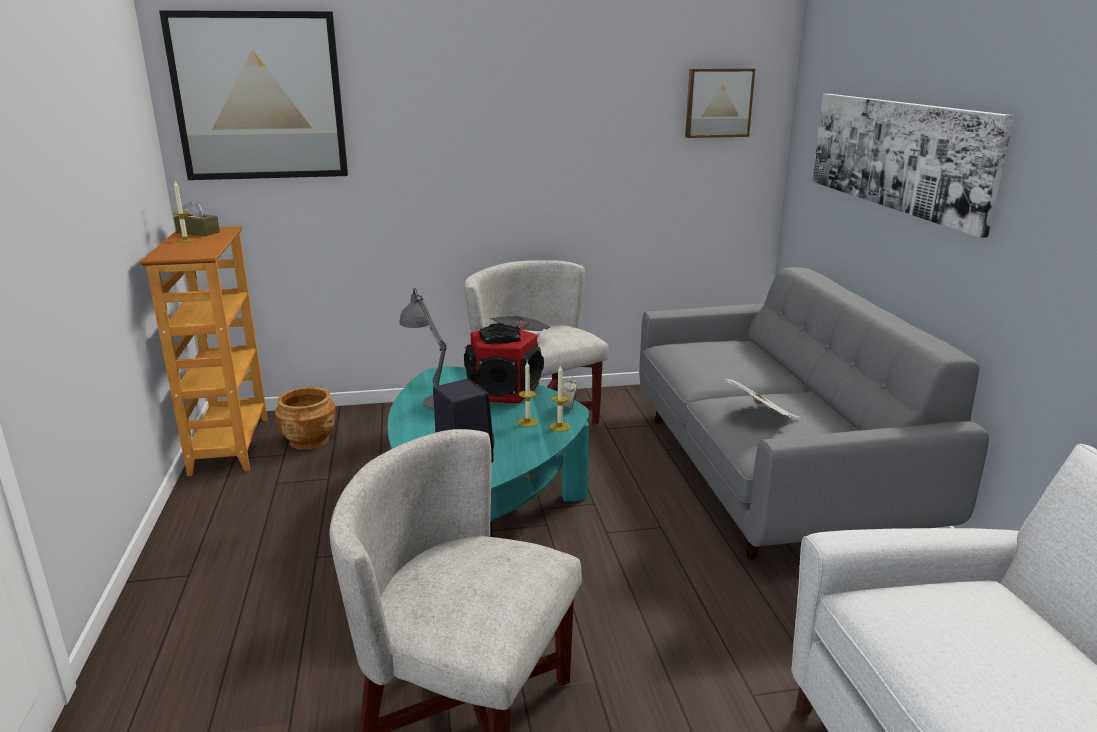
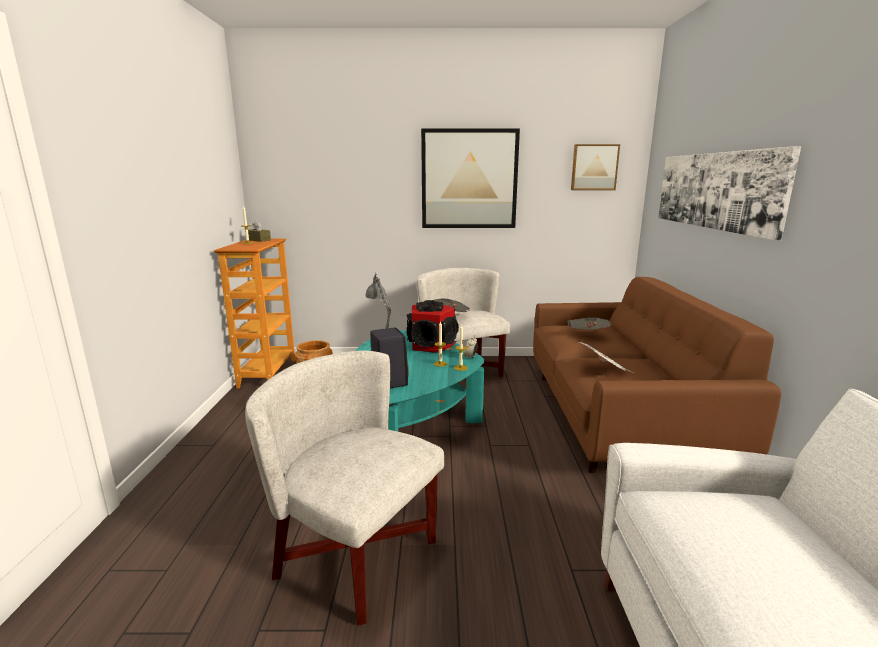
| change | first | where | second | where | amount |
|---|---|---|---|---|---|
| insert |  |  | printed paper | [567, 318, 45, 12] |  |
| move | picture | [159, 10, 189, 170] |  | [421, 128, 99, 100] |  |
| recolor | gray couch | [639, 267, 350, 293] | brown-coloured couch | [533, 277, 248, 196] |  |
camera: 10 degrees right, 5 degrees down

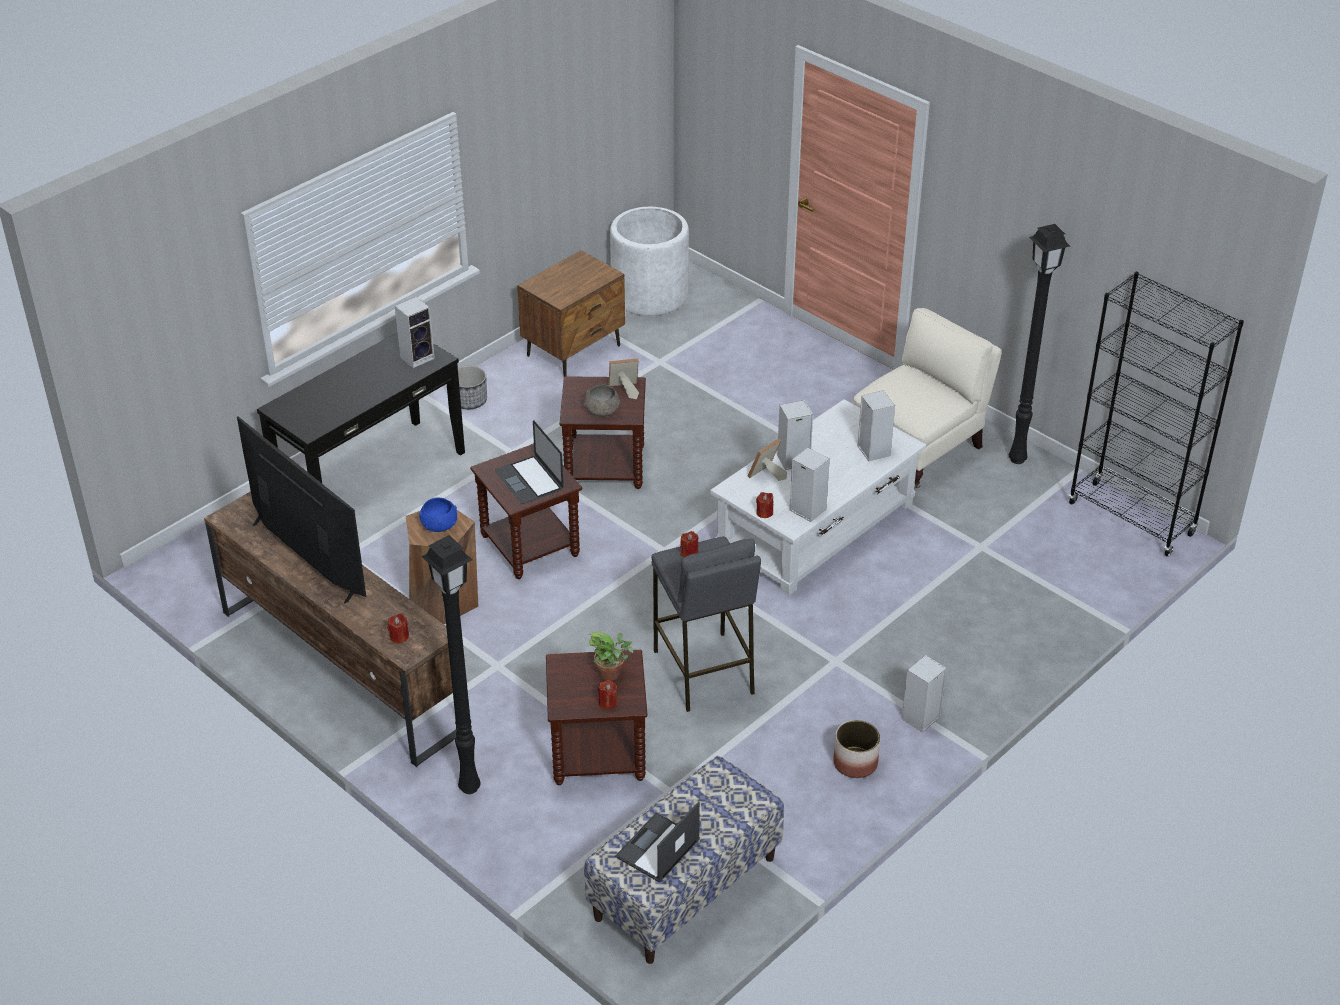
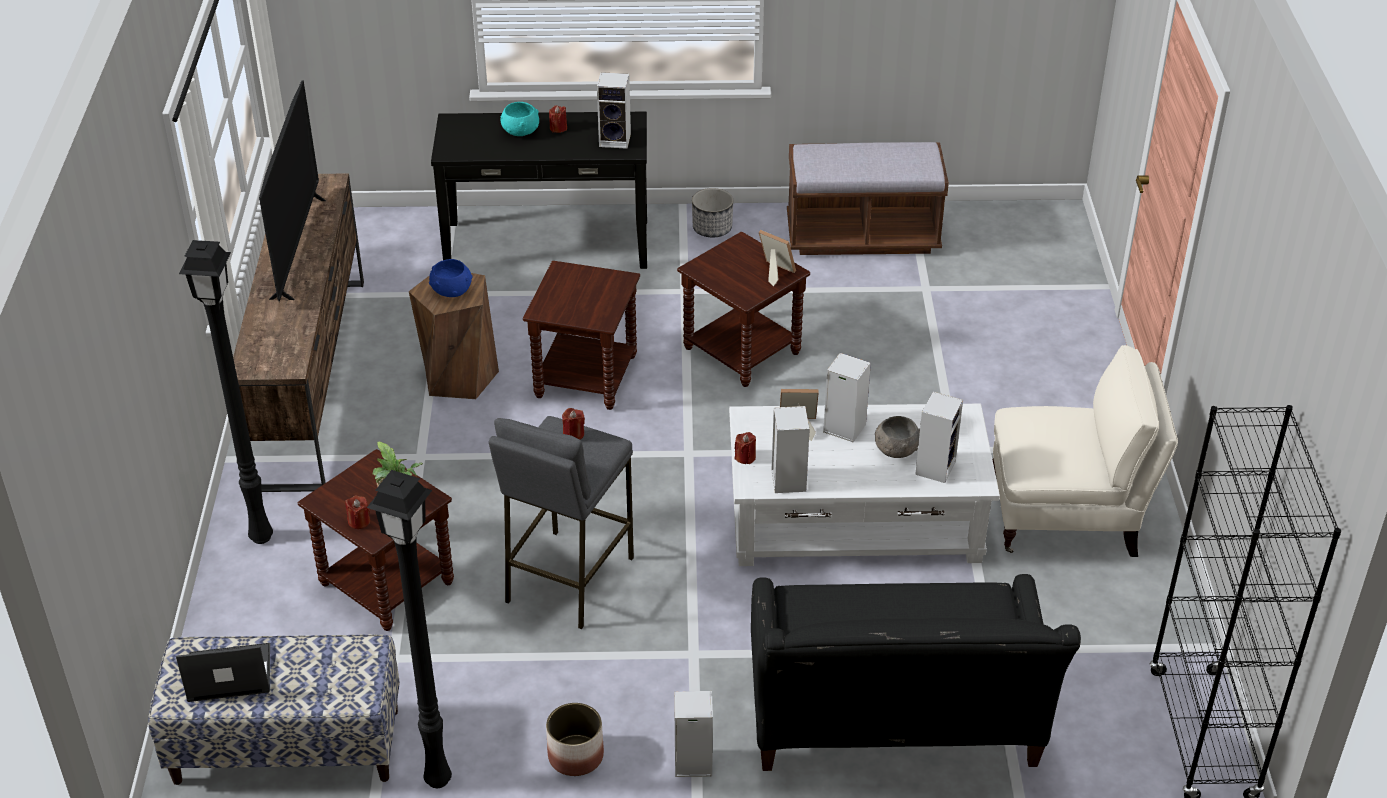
| change | first | where | second | where | amount |
|---|---|---|---|---|---|
| delete | notebook computer | [495, 420, 69, 84] |  |  |  |
| delete | white-coloured flower pot | [610, 207, 79, 109] |  |  |  |
| insert |  |  | blue-green bowl | [500, 102, 39, 34] |  |
| insert |  |  | black-coloured couch | [751, 574, 330, 197] |  |
| move | red-coloured candle | [387, 613, 22, 31] |  | [549, 106, 18, 27] |  |
| move | gray bowl | [584, 384, 36, 33] |  | [875, 416, 45, 42] |  |
| move | black-coloured standing lamp | [1009, 224, 61, 240] |  | [367, 470, 85, 318] |  |
| replace | brown-coloured nightstand | [517, 250, 108, 127] | brown-coloured bench | [787, 142, 162, 113] |  |
camera: 45 degrees right, 0 degrees up

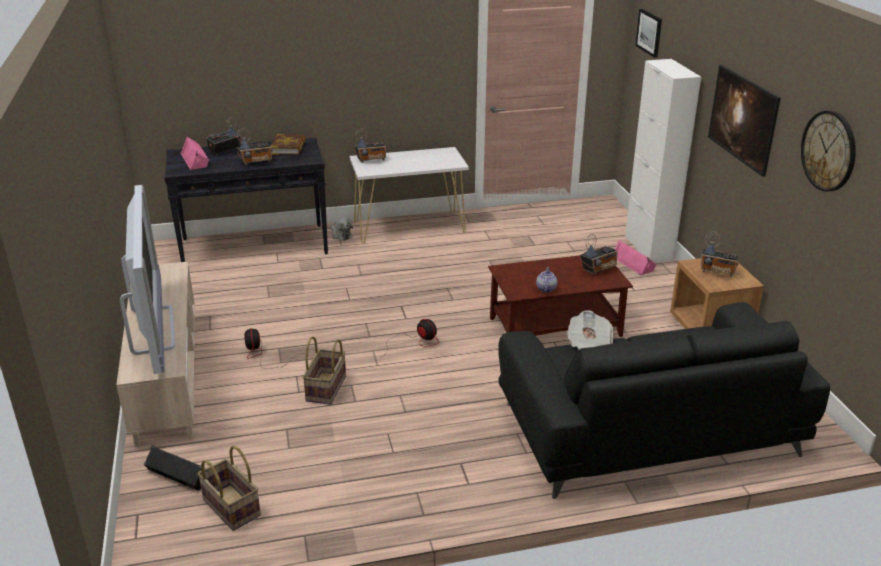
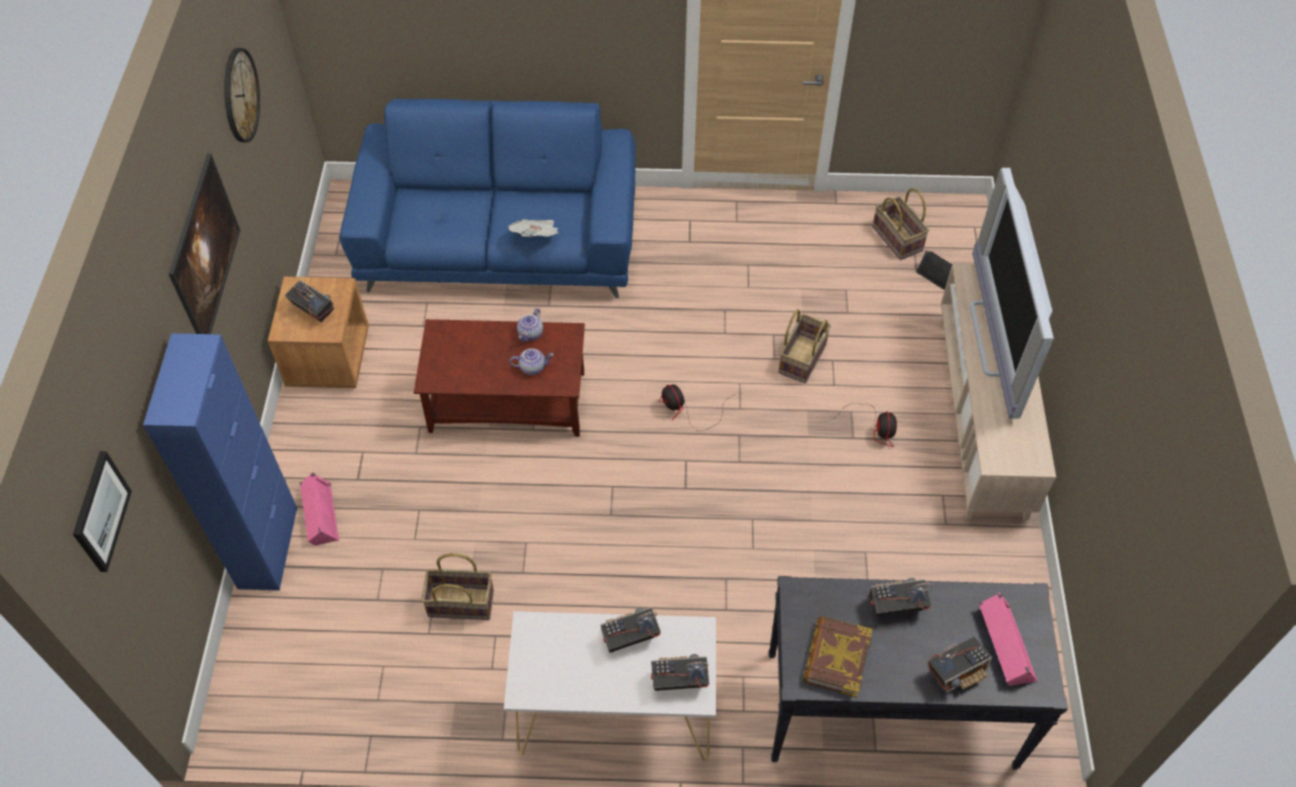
| change | first | where | second | where | amount |
|---|---|---|---|---|---|
| delete | plush toy | [331, 217, 22, 24] |  |  |  |
| insert |  |  | household basket | [421, 553, 73, 67] |  |
| insert |  |  | tea pot | [510, 349, 44, 26] |  |
| move | radio | [580, 234, 38, 41] |  | [600, 607, 61, 46] |  |
| recolor | black-coloured couch | [498, 302, 332, 197] | bluish couch | [340, 99, 296, 199] |  |
| recolor | white-coloured cabinet | [625, 59, 76, 204] | bluish cabinet | [143, 333, 155, 257] |  |
camera: 165 degrees left, 25 degrees up

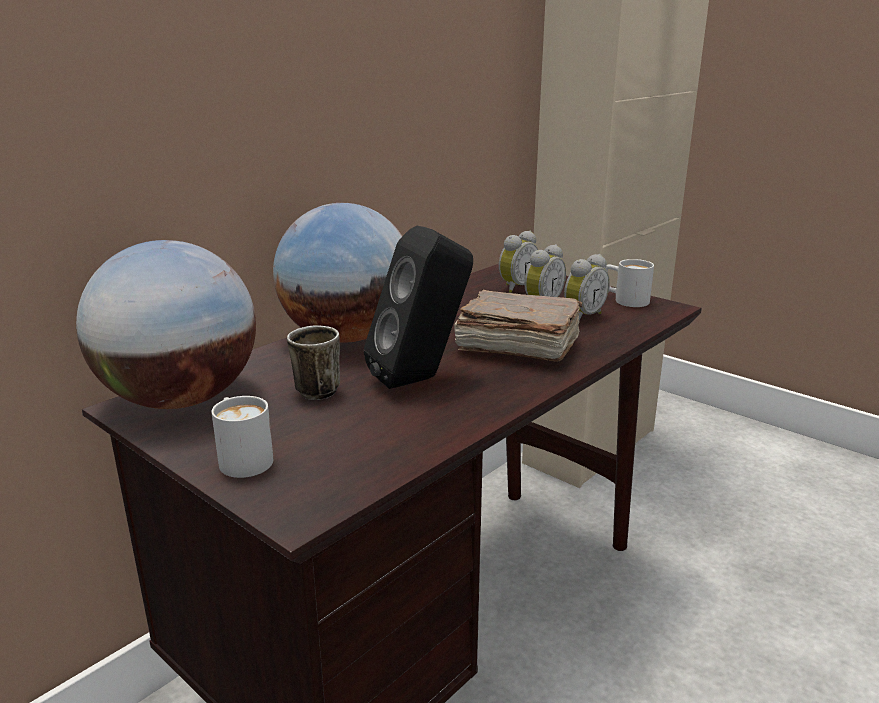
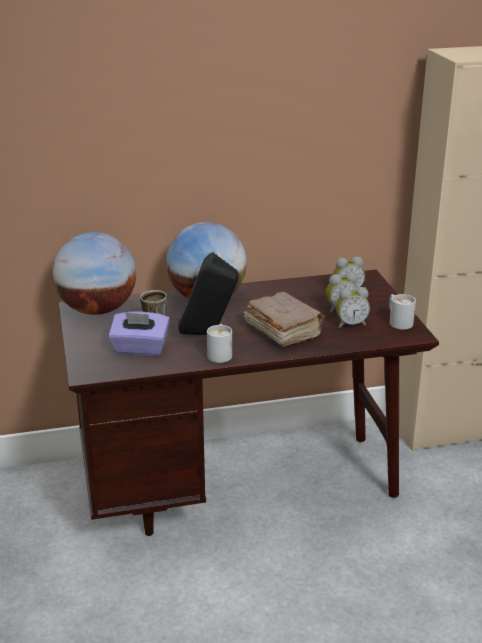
| change | first | where | second | where | amount |
|---|---|---|---|---|---|
| insert |  |  | purple tissue holder | [109, 312, 61, 44] |  |
| move | white-coloured mug | [211, 396, 62, 82] |  | [207, 324, 25, 39] |  |
camera: 35 degrees right, 5 degrees up

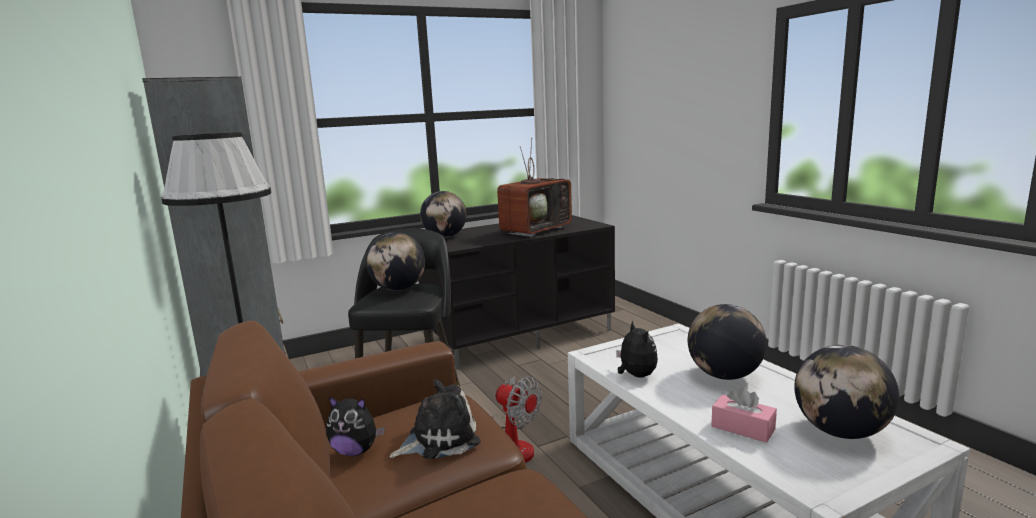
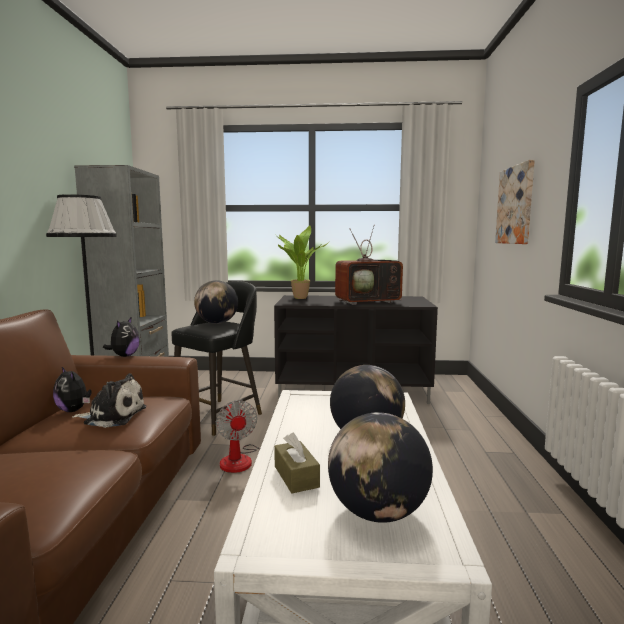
| change | first | where | second | where | amount |
|---|---|---|---|---|---|
| insert |  |  | picture | [495, 160, 40, 84] |  |
| move | plush toy | [616, 320, 42, 58] |  | [103, 318, 37, 39] |  |
| replace | globe | [420, 191, 47, 47] | potted plant | [276, 225, 54, 74] |  |
| recolor | pinkish tissue holder | [711, 387, 66, 56] | brown-coloured tissue holder | [274, 433, 46, 60] |  |
camera: 30 degrees right, 5 degrees down

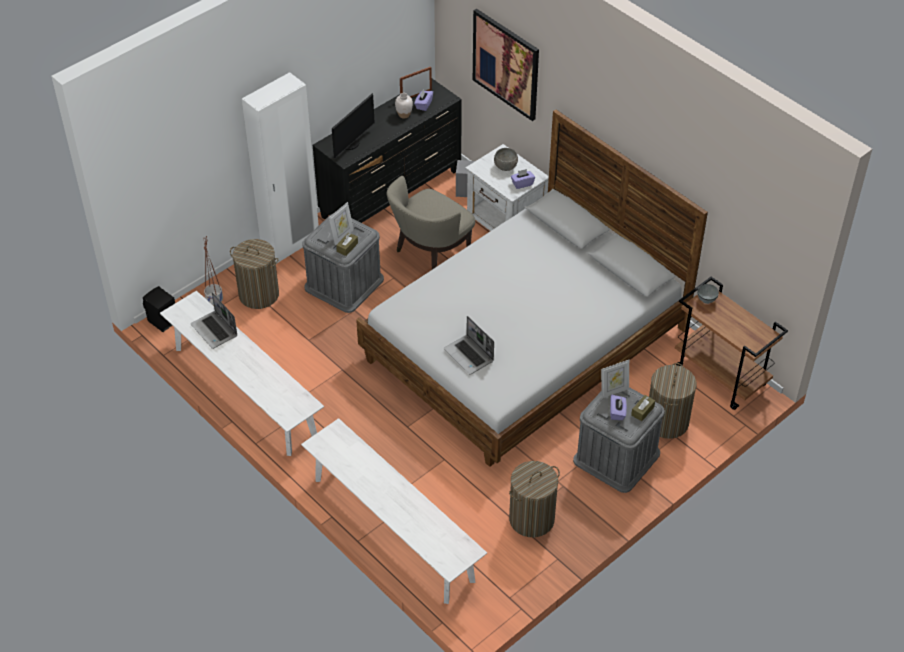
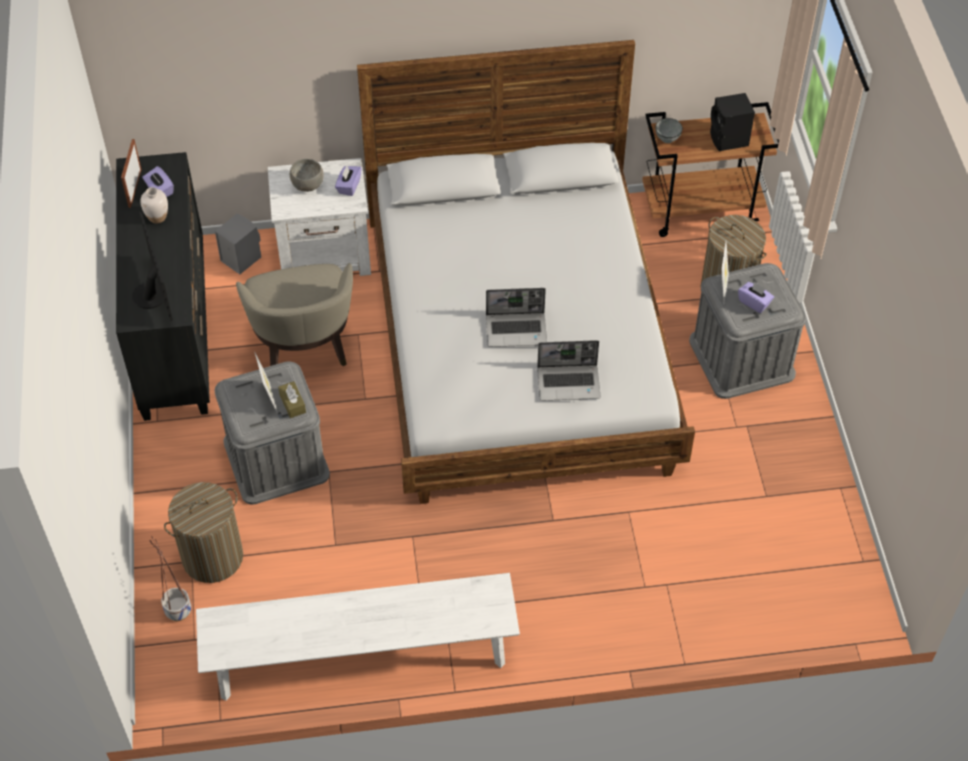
| change | first | where | second | where | amount |
|---|---|---|---|---|---|
| delete | white-coloured armoire | [242, 72, 77, 192] |  |  |  |
| delete | white-coloured bench | [301, 418, 186, 186] |  |  |  |
| delete | picture | [473, 9, 66, 112] |  |  |  |
| delete | hamper | [509, 461, 51, 76] |  |  |  |
| delete | brown-coloured tissue holder | [631, 395, 24, 26] |  |  |  |
| move | black-coloured loudspeaker | [143, 286, 32, 46] |  | [710, 93, 45, 58] |  |
| move | notebook computer | [191, 292, 46, 57] |  | [486, 288, 61, 59] |  |
camera: 55 degrees left, 5 degrees up

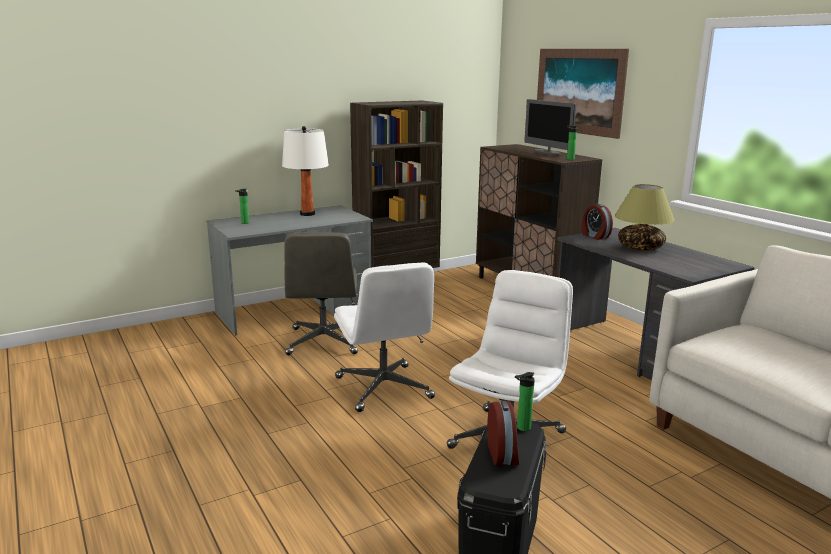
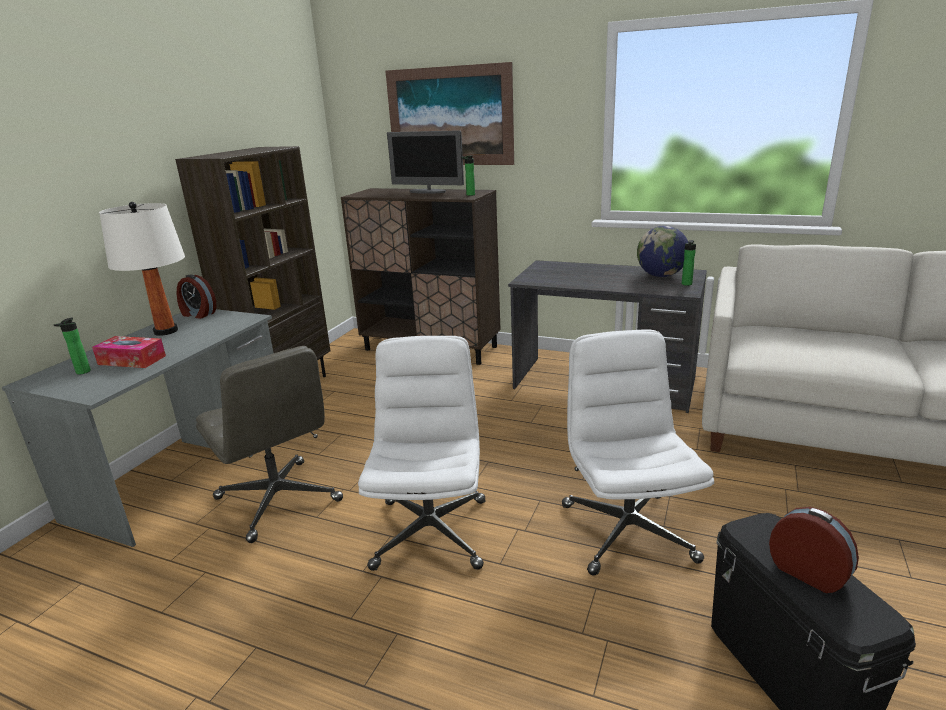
| change | first | where | second | where | amount |
|---|---|---|---|---|---|
| delete | table lamp | [615, 184, 60, 66] |  |  |  |
| insert |  |  | tissue holder | [92, 336, 74, 32] |  |
| insert |  |  | globe | [637, 226, 51, 51] |  |
| move | bottle | [515, 372, 20, 59] |  | [682, 240, 14, 46] |  |
| move | table clock | [582, 204, 31, 36] |  | [177, 275, 39, 44] |  |
| rotate | white-coloured office chair | [334, 262, 101, 150] |  | [358, 336, 127, 235] | 120 degrees counterclockwise |
camera: 35 degrees left, 5 degrees up

